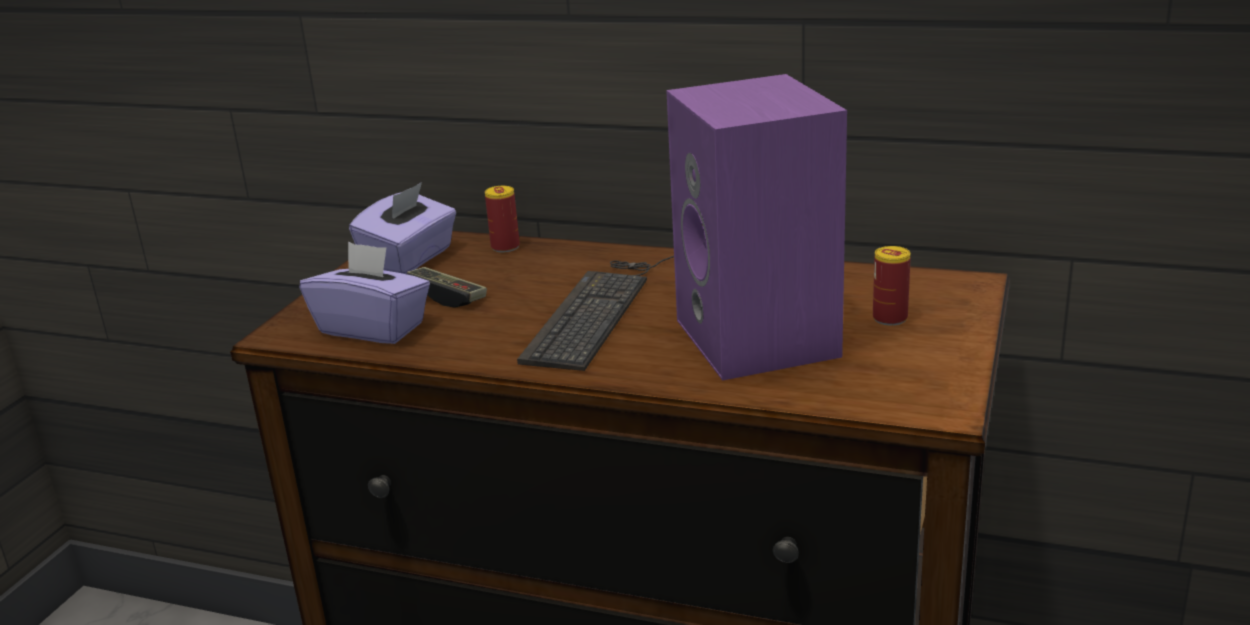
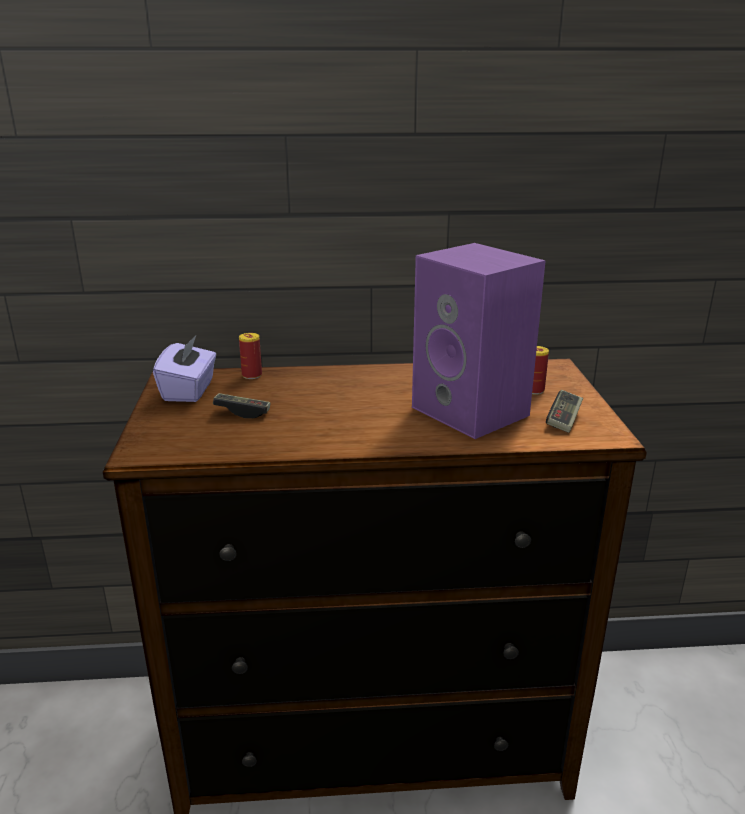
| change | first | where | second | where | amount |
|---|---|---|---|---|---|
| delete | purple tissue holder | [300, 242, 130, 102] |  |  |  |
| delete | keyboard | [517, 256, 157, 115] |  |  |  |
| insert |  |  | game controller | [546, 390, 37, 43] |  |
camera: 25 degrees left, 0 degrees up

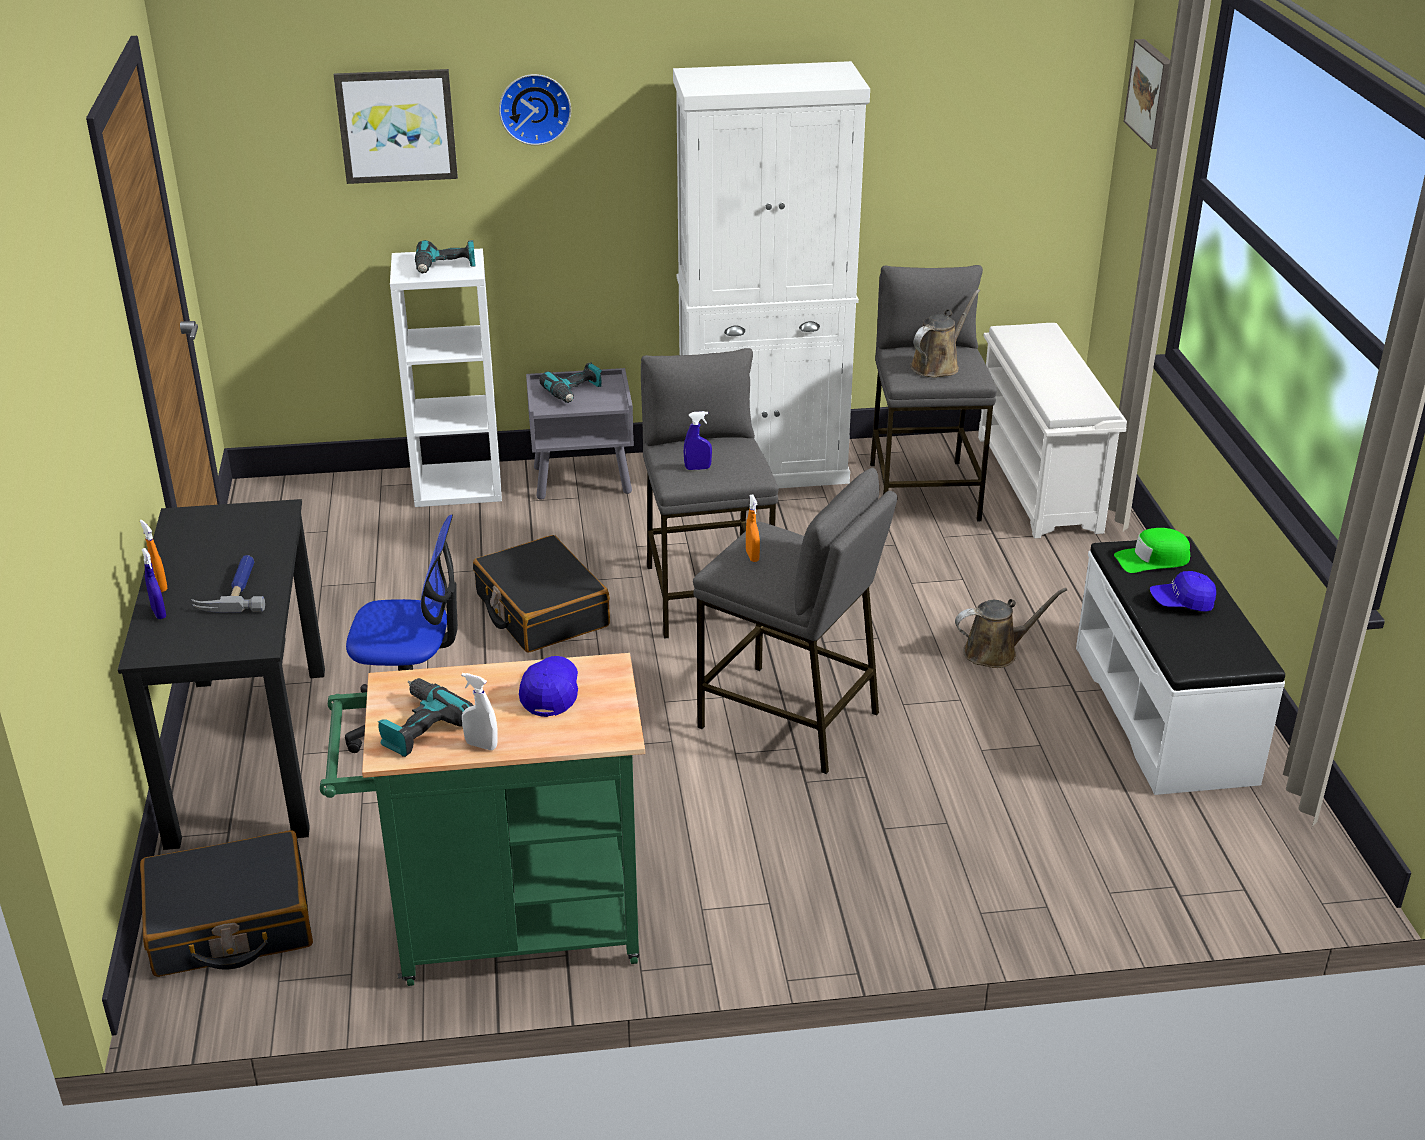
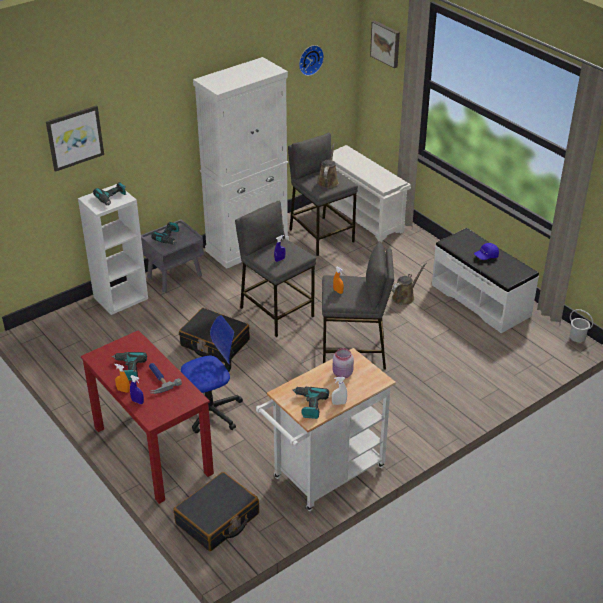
| change | first | where | second | where | amount |
|---|---|---|---|---|---|
| delete | greenish cap | [1114, 528, 77, 45] |  |  |  |
| insert |  |  | drill | [112, 352, 35, 29] |  |
| insert |  |  | white-coloured water bucket | [570, 309, 23, 33] |  |
| move | wall clock | [499, 74, 72, 71] |  | [299, 45, 25, 31] |  |
| replace | bluish cap | [519, 656, 59, 61] | pinkish storage jar | [333, 348, 21, 30] |  |
| recolor | black-coloured desk | [118, 499, 207, 351] | red-coloured desk | [81, 330, 133, 174] |  |
| recolor | greenish trolley | [320, 653, 325, 333] | white-coloured trolley | [256, 348, 140, 163] |  |
camera: 30 degrees left, 5 degrees up

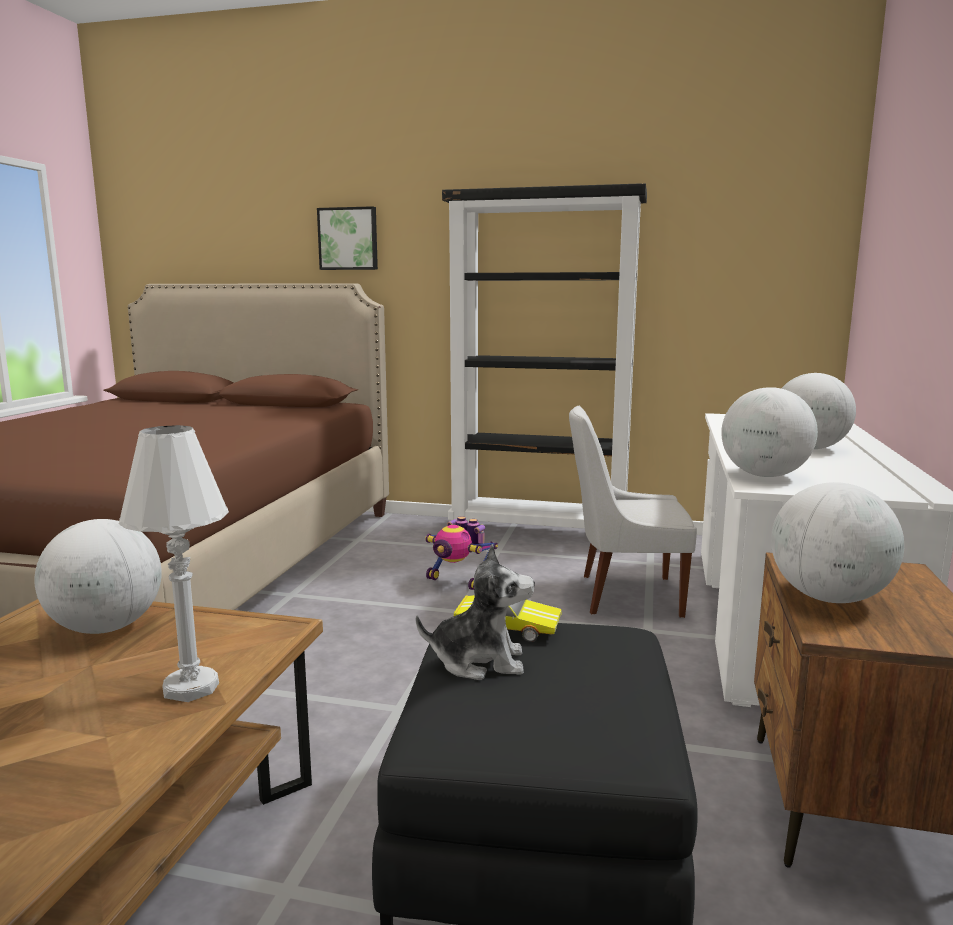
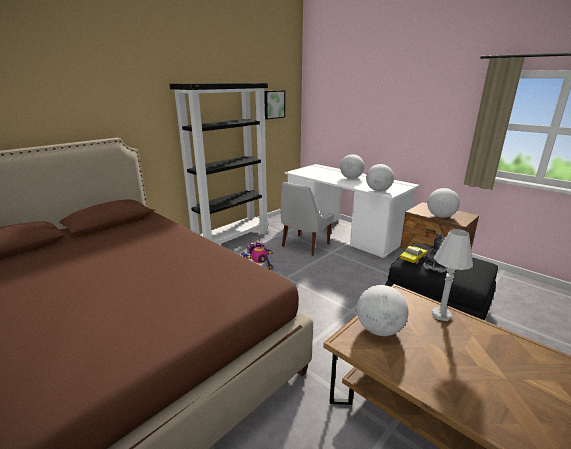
| change | first | where | second | where | amount |
|---|---|---|---|---|---|
| move | picture | [317, 206, 61, 64] |  | [264, 90, 21, 29] |  |
camera: 60 degrees left, 10 degrees up

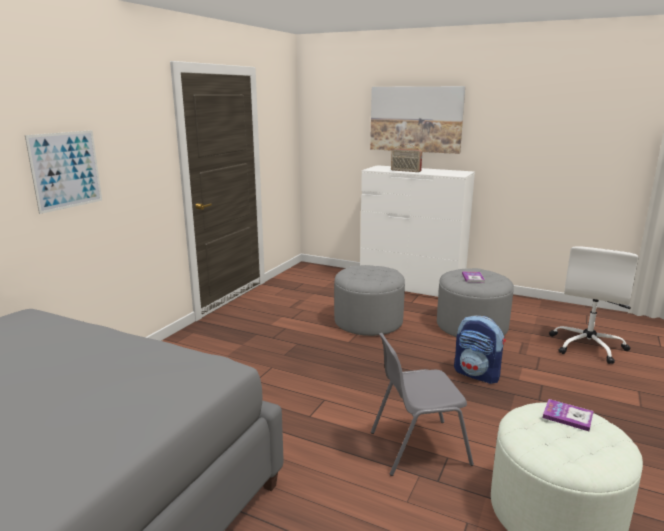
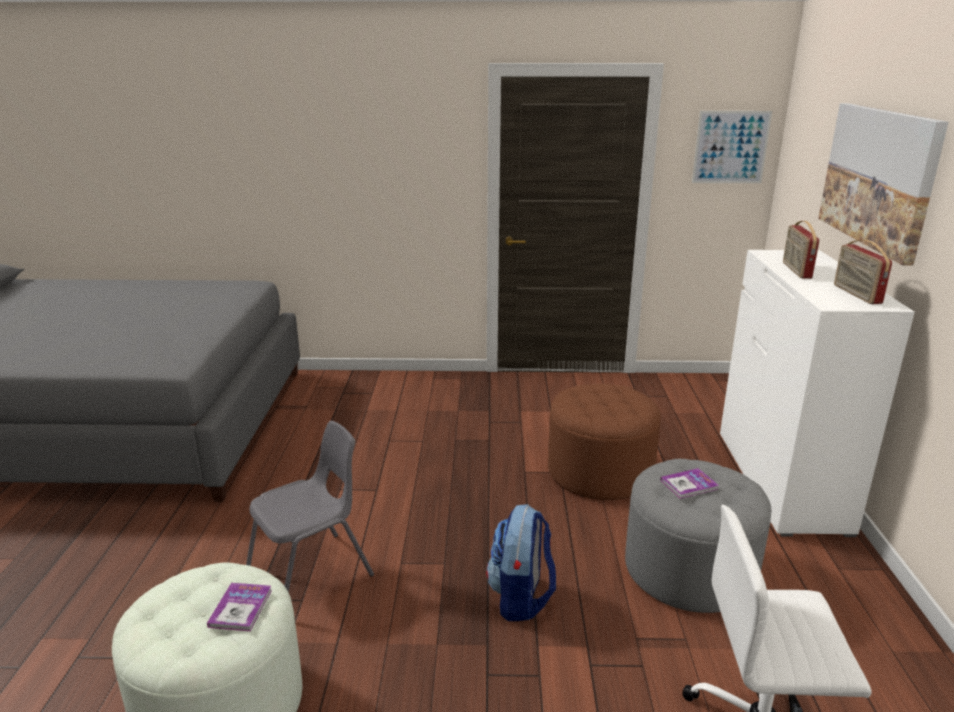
| change | first | where | second | where | amount |
|---|---|---|---|---|---|
| insert |  |  | radio | [834, 240, 58, 64] |  |
| move | picture | [25, 130, 77, 84] |  | [692, 111, 80, 72] |  |
| recolor | gray pouffe | [334, 265, 71, 71] | brown-coloured pouffe | [548, 384, 113, 116] |  |
| rotate | gray plain chair | [371, 333, 103, 143] |  | [246, 421, 128, 172] | 90 degrees clockwise |
camera: 65 degrees right, 5 degrees up

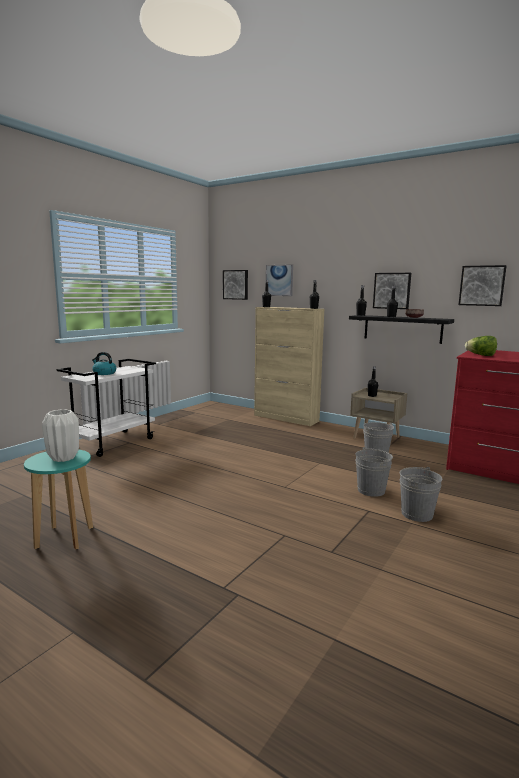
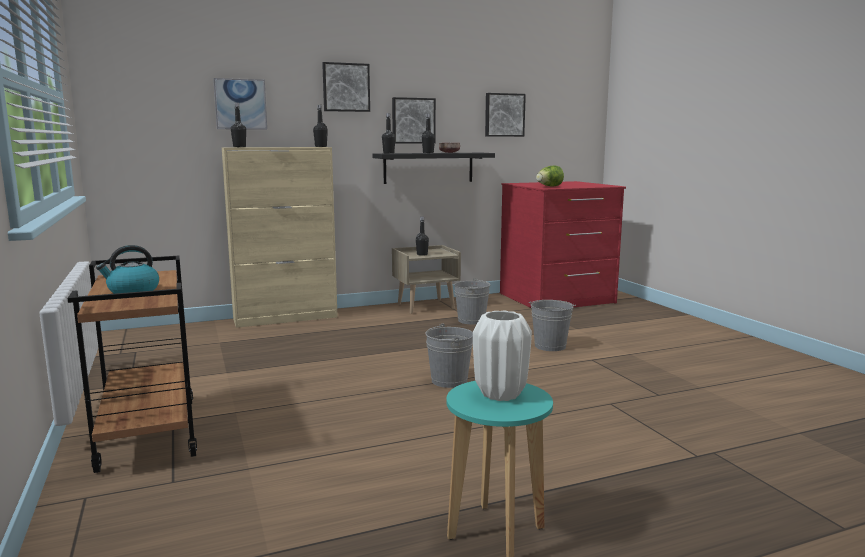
| change | first | where | second | where | amount |
|---|---|---|---|---|---|
| move | picture | [223, 270, 25, 30] |  | [322, 62, 48, 50] |  |
| move | gray water bucket | [400, 467, 42, 55] |  | [425, 323, 48, 65] |  |
| recolor | white-coloured trolley | [57, 359, 99, 98] | brown-coloured trolley | [68, 256, 129, 217] |  |
camera: 55 degrees left, 0 degrees up

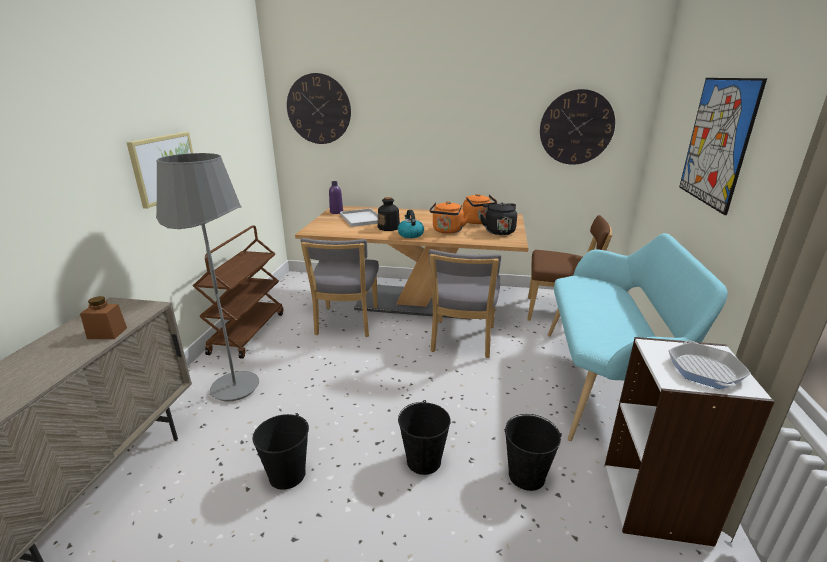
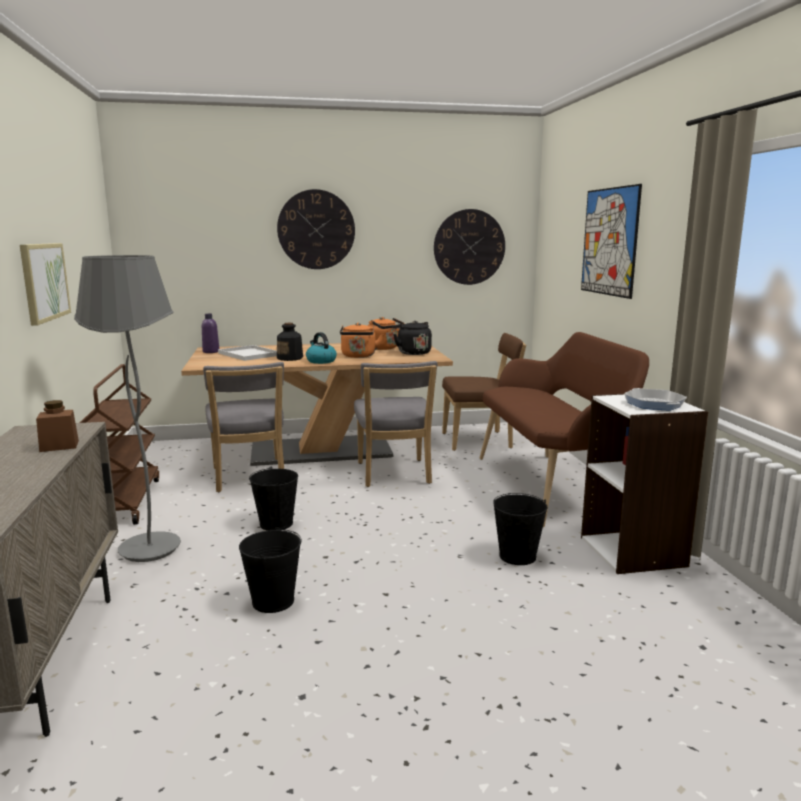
| change | first | where | second | where | amount |
|---|---|---|---|---|---|
| move | wall clock | [287, 73, 64, 71] |  | [277, 189, 78, 80] |  |
| move | black-coloured water bucket | [398, 400, 53, 75] |  | [249, 467, 49, 64] |  |
| recolor | blue-green bench | [548, 233, 180, 208] | brown-coloured bench | [480, 332, 169, 195] |  |
camera: 20 degrees left, 10 degrees down

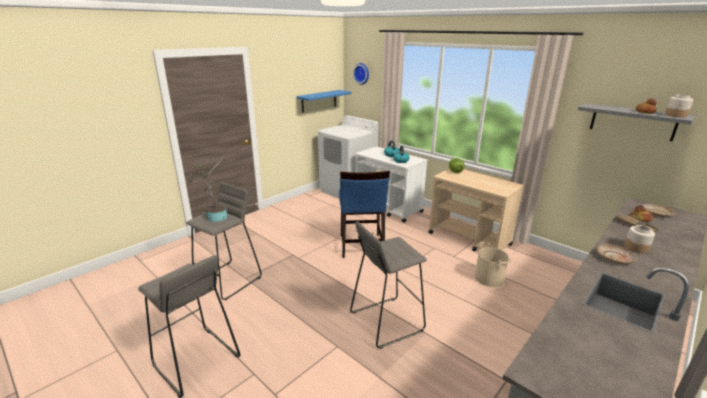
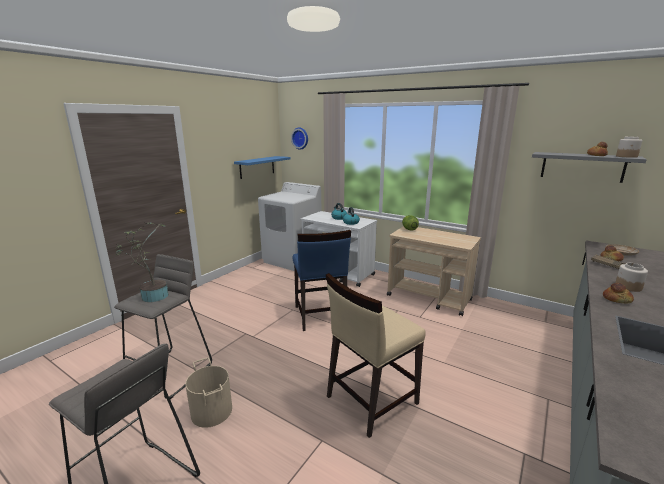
| change | first | where | second | where | amount |
|---|---|---|---|---|---|
| move | beige water bucket | [475, 242, 37, 45] |  | [185, 358, 47, 70] |  |
| replace | gray stool | [350, 221, 77, 128] | beige plain chair | [326, 273, 100, 165] |  |
| replace | beige dinner plate | [597, 244, 40, 20] | baked bread | [603, 283, 31, 21] |  |
camera: 10 degrees left, 5 degrees down

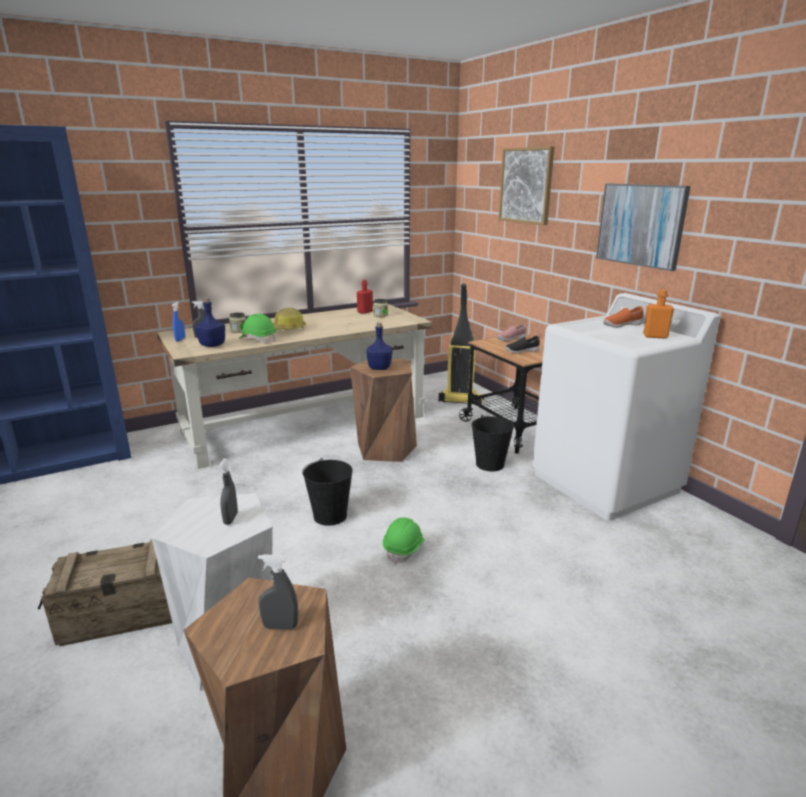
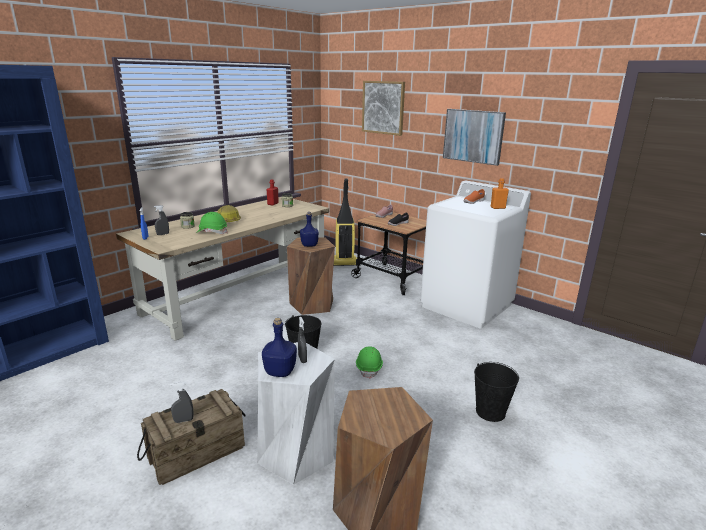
| change | first | where | second | where | amount |
|---|---|---|---|---|---|
| move | bluish bottle | [195, 298, 30, 49] |  | [262, 318, 35, 59] |  |
| move | gray spray bottle | [258, 554, 40, 76] |  | [170, 382, 24, 41] |  |
| move | black-coloured water bucket | [472, 415, 42, 56] |  | [474, 362, 45, 60] |  |
camera: 20 degrees left, 0 degrees up

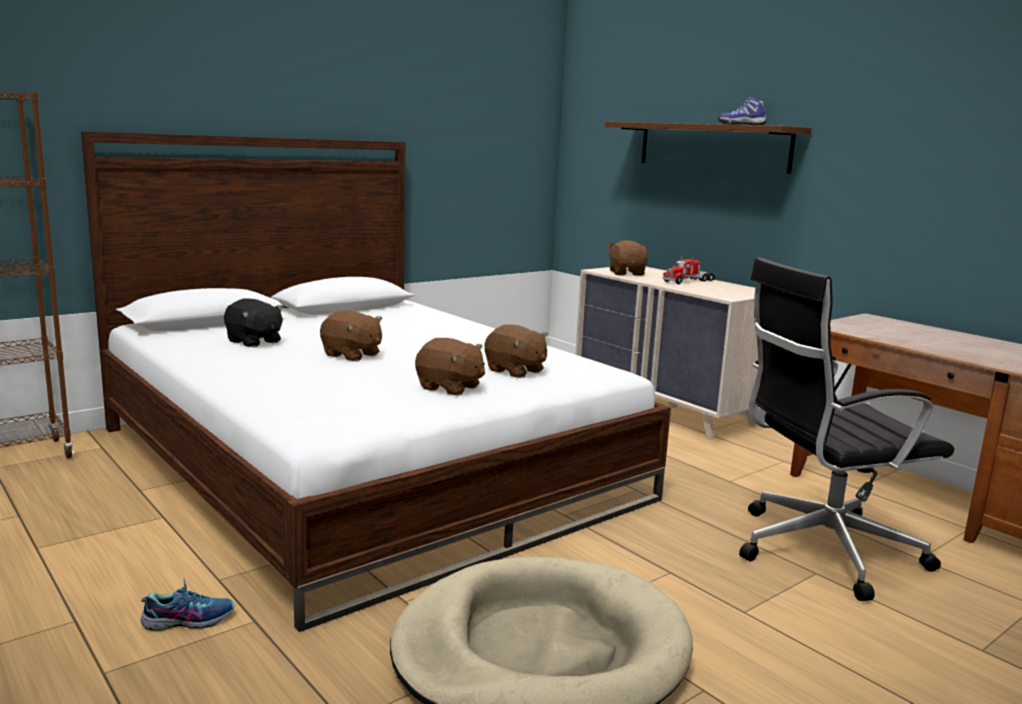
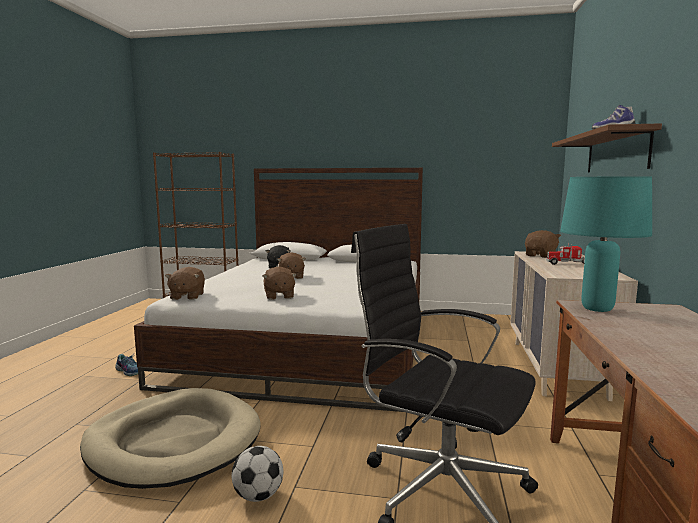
| change | first | where | second | where | amount |
|---|---|---|---|---|---|
| insert |  |  | ball for football | [232, 446, 51, 56] |  |
| insert |  |  | blue-green table lamp | [560, 176, 92, 136] |  |
| move | brown-coloured plush toy | [484, 324, 64, 54] |  | [165, 267, 40, 33] |  |
camera: 50 degrees right, 5 degrees down

